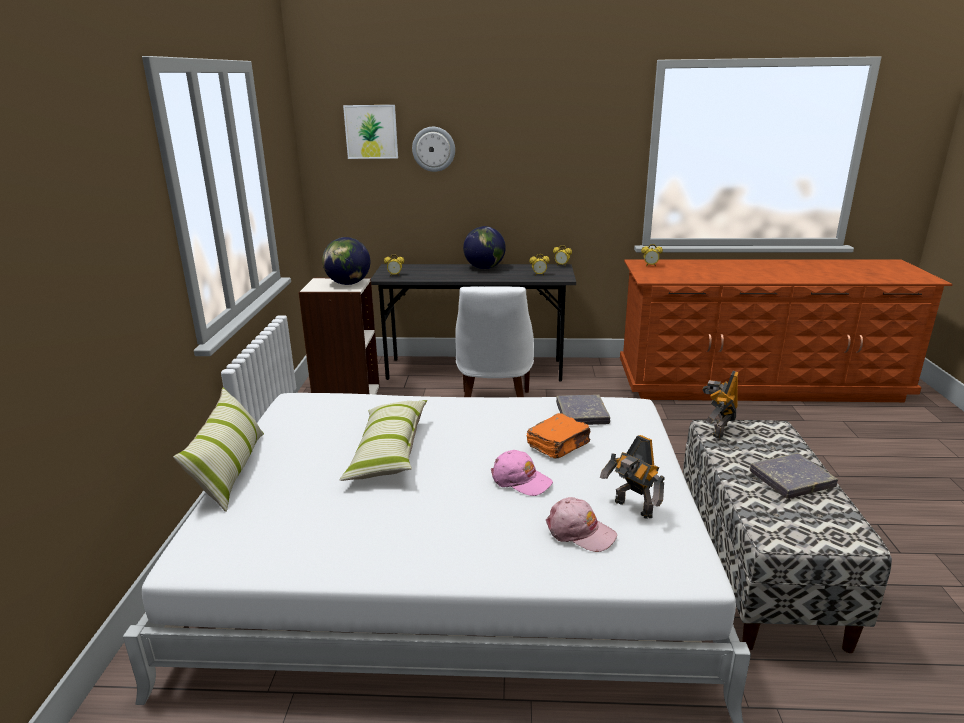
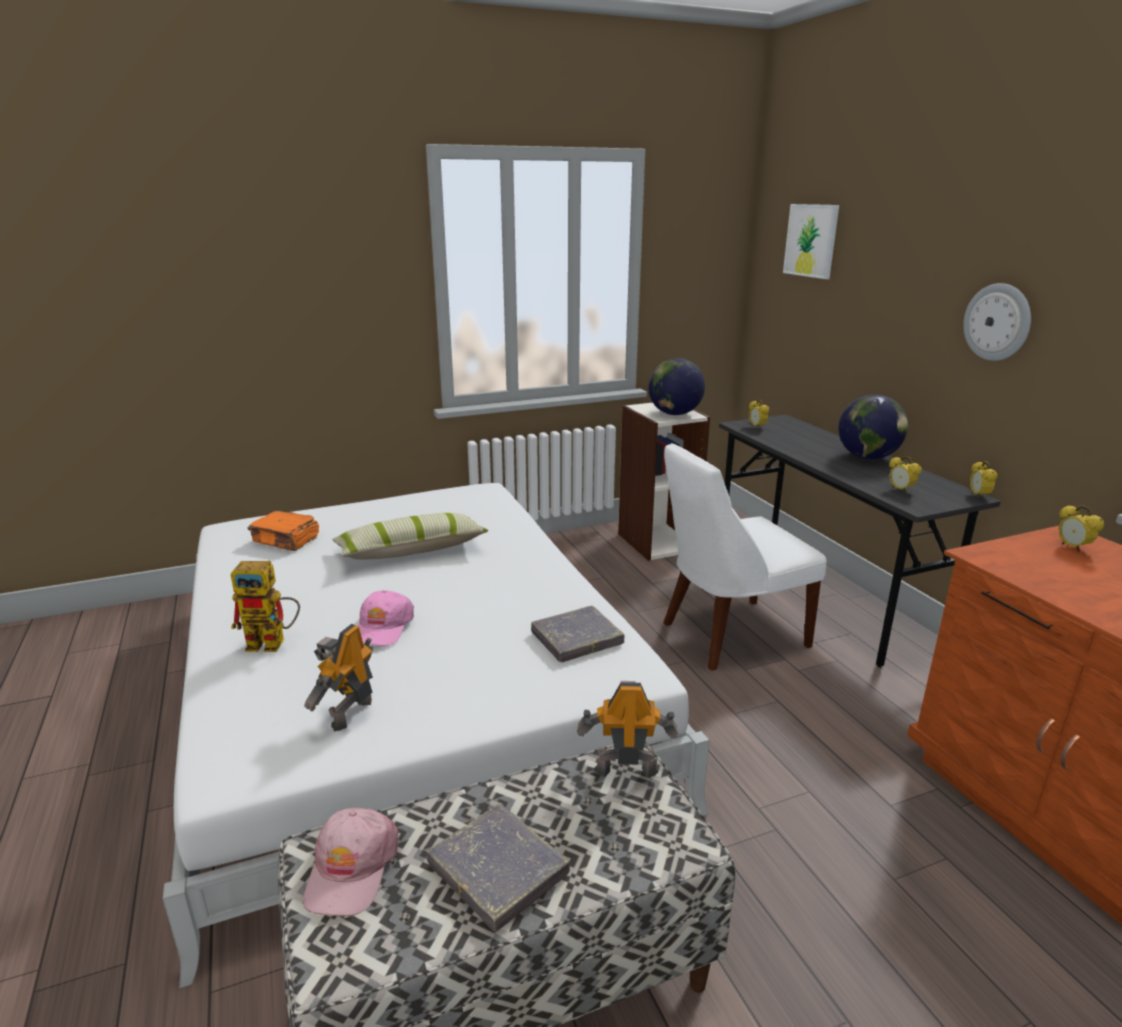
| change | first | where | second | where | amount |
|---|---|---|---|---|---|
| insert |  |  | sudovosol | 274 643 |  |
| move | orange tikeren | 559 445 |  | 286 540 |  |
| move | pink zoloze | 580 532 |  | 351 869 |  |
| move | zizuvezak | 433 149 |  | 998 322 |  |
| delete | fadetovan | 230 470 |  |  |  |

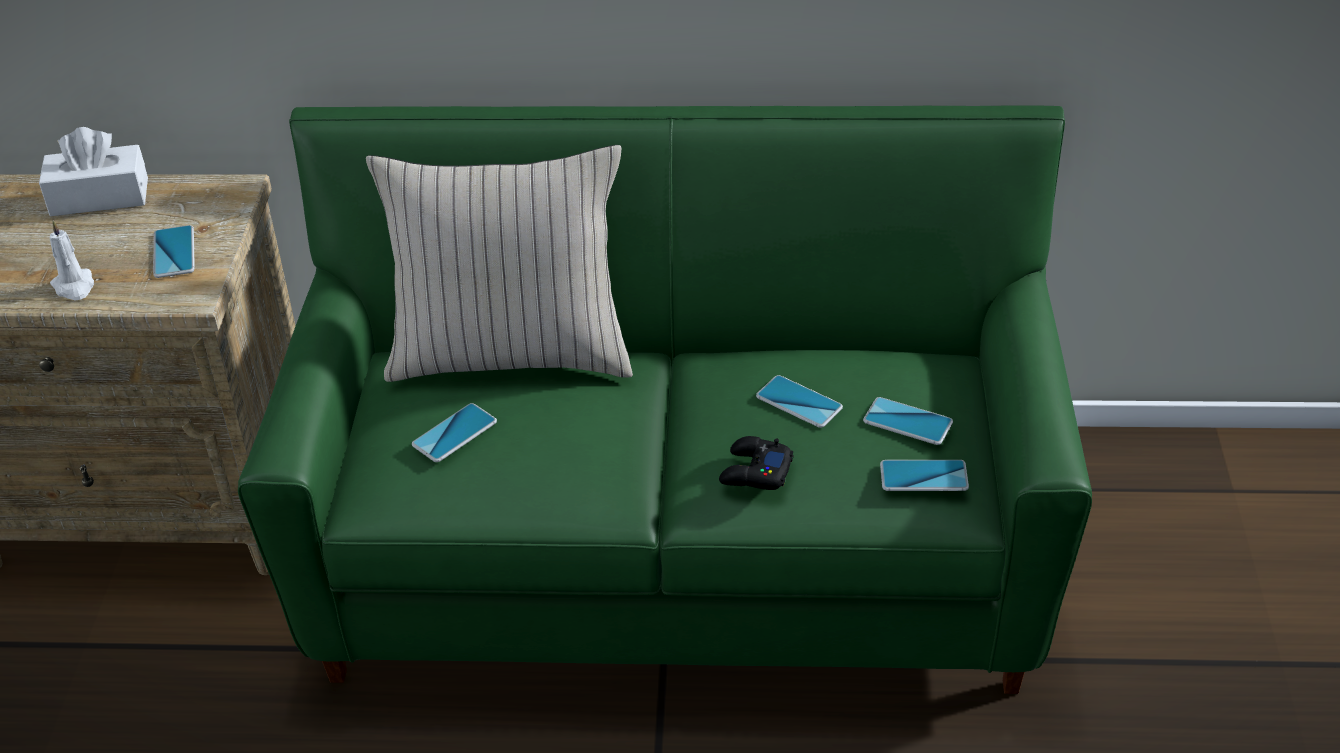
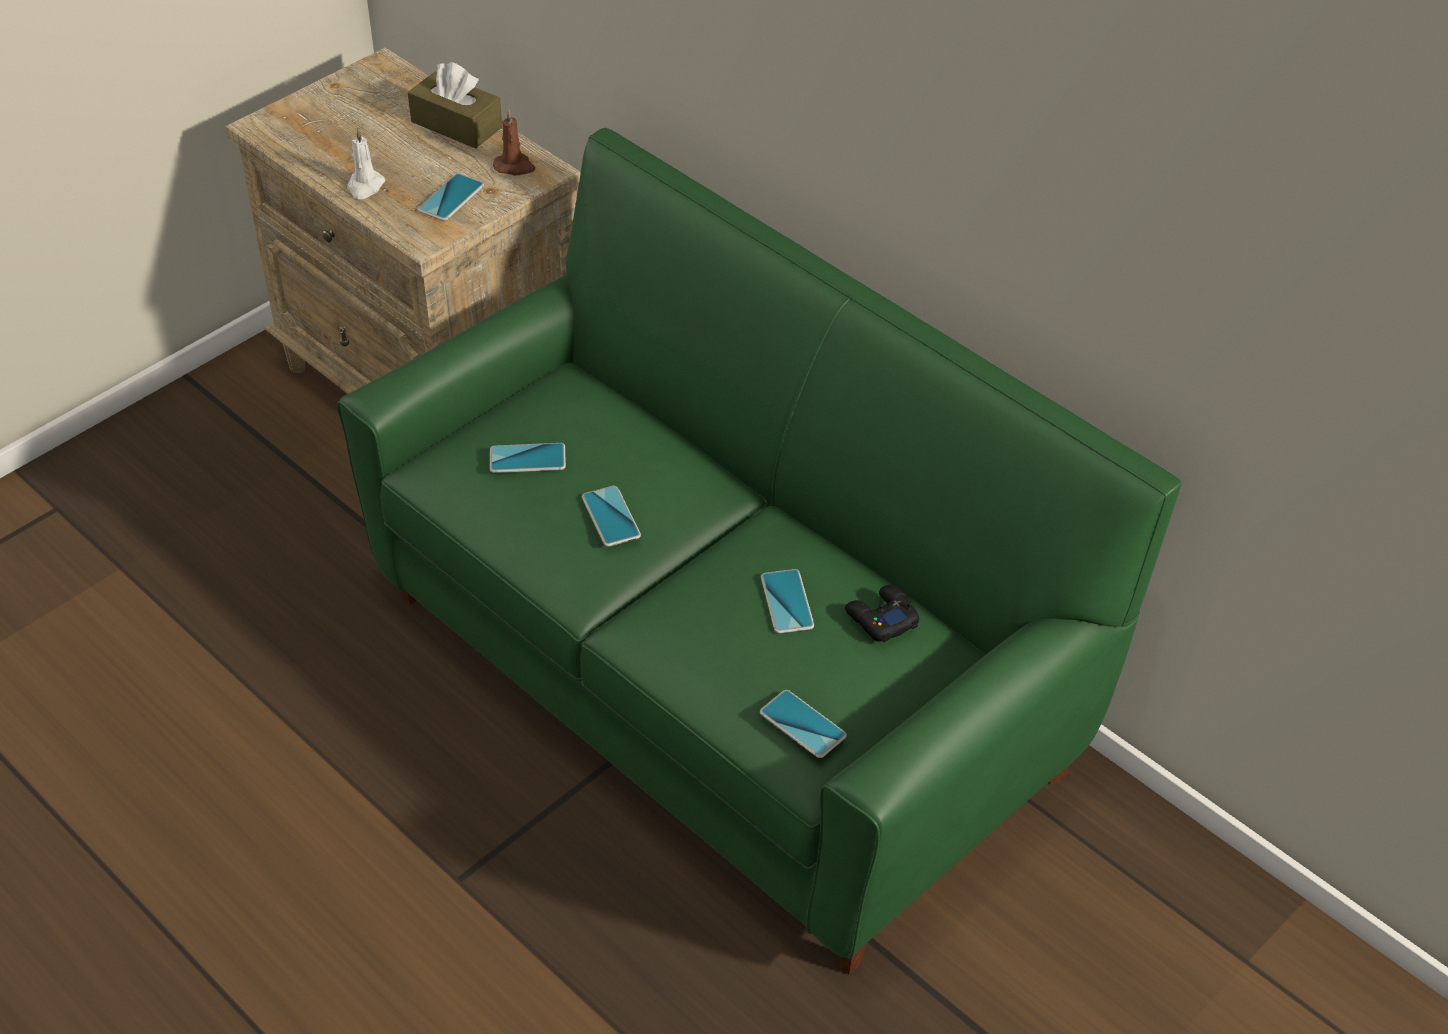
| change | first | where | second | where | amount |
|---|---|---|---|---|---|
| recolor | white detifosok | 99 197 | brown detifosok | 456 125 |  |
| insert |  |  | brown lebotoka | 515 167 |  |
| move | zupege | 907 422 |  | 611 517 |  |
| move | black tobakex | 755 472 |  | 881 618 |  |
| delete | beige fadetovan | 511 354 |  |  |  |

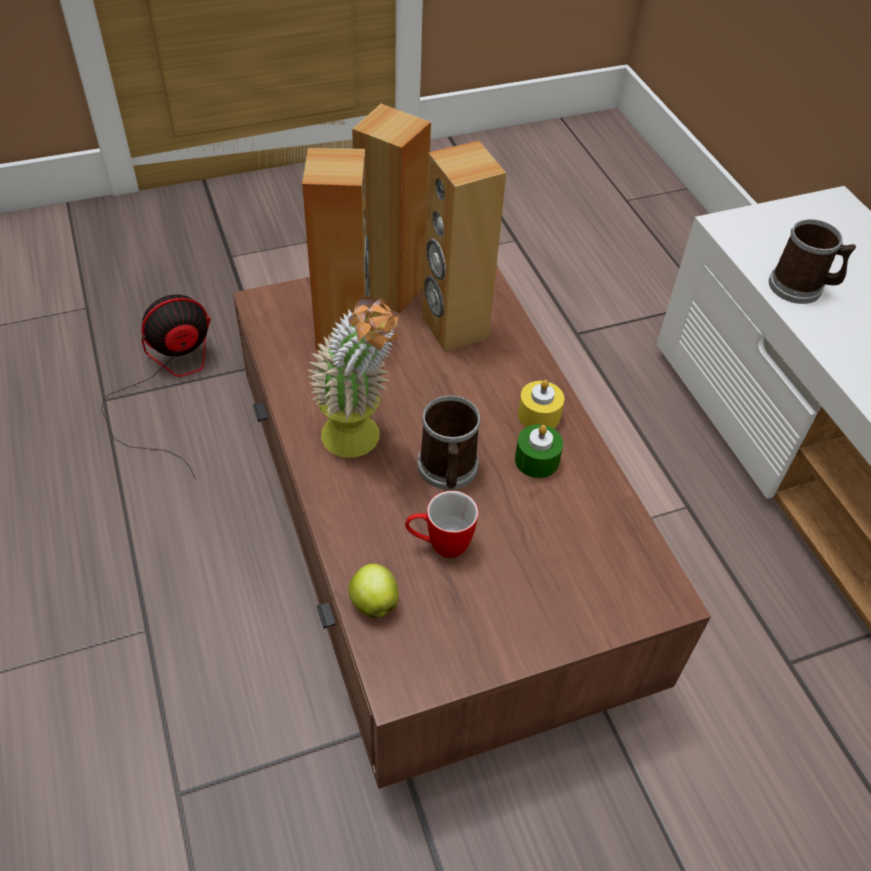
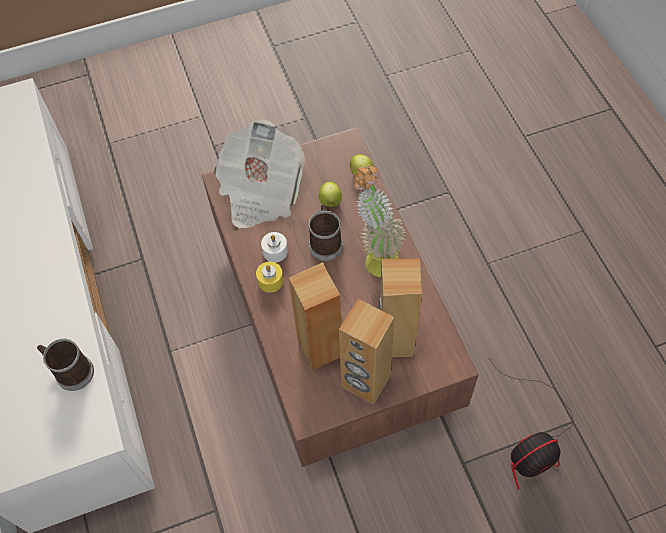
| change | first | where | second | where | amount |
|---|---|---|---|---|---|
| insert |  |  | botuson | 260 191 |  |
| recolor | green lebotoka | 536 460 | white lebotoka | 275 251 |  |
| replace | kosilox | 439 545 | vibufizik | 330 202 |  |

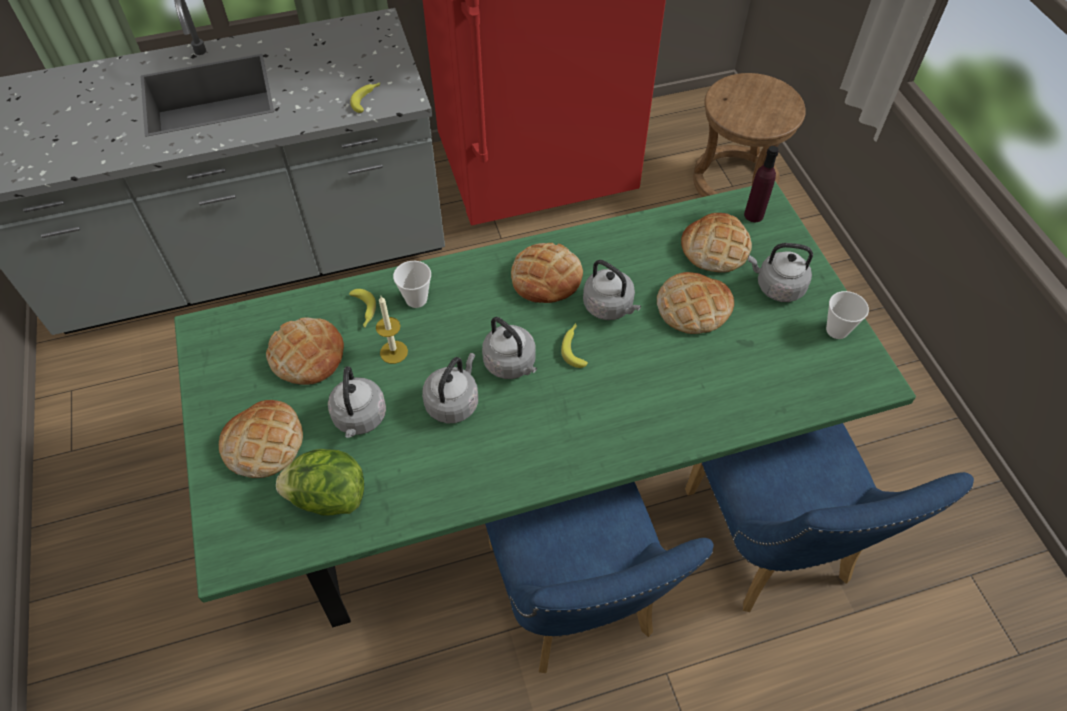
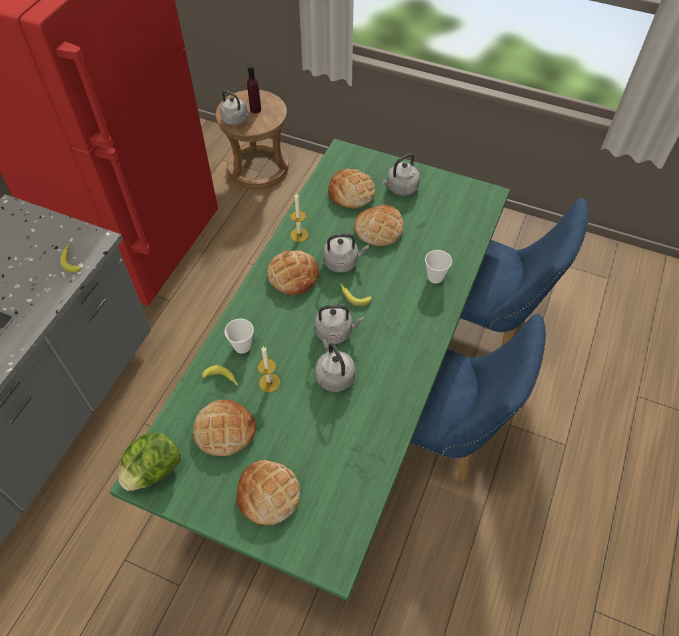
| change | first | where | second | where | amount |
|---|---|---|---|---|---|
| move | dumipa | 328 496 |  | 153 470 |  |
| move | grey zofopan | 360 419 |  | 236 120 |  |
| move | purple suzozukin | 753 215 |  | 255 109 |  |
| insert |  |  | lebotoka | 299 235 |  |
| move | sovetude | 837 330 |  | 435 277 |  |

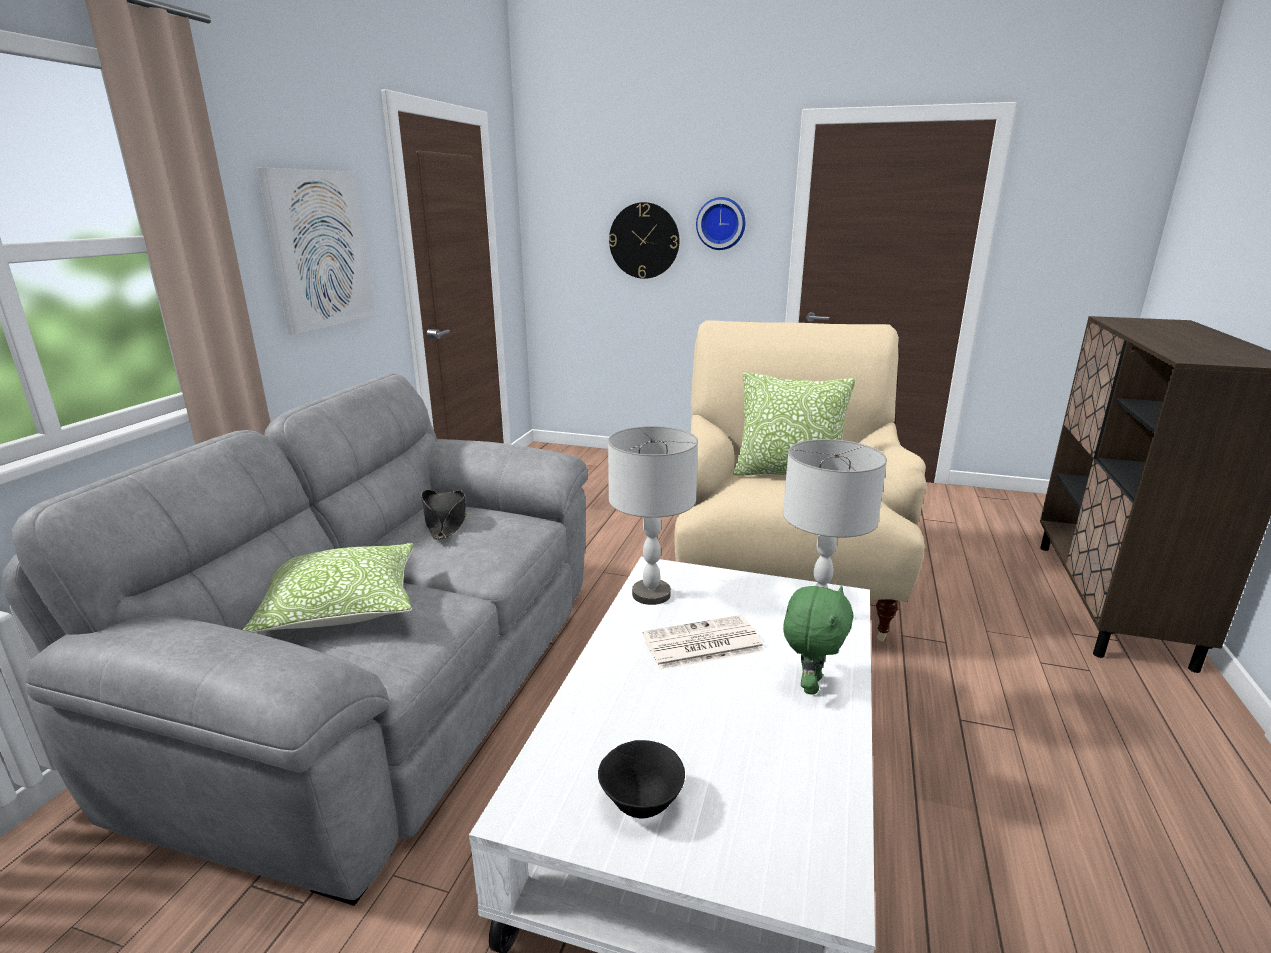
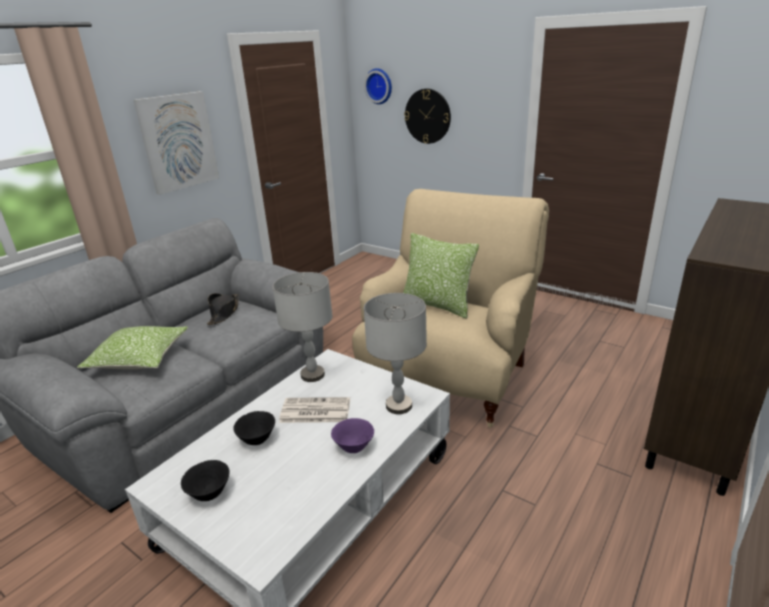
| change | first | where | second | where | amount |
|---|---|---|---|---|---|
| insert |  |  | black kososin | 257 440 |  |
| replace | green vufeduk | 809 684 | purple kososin | 354 447 |  |
| move | zizuvezak | 721 223 |  | 379 86 |  |

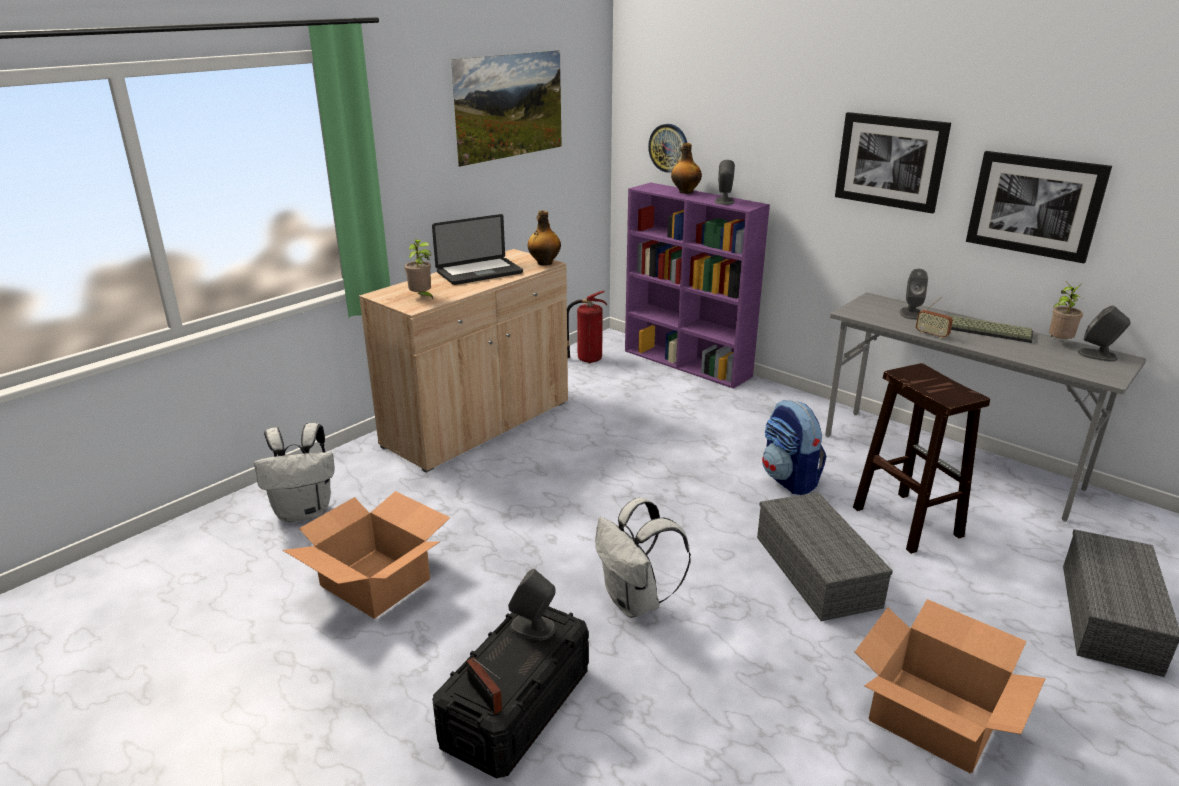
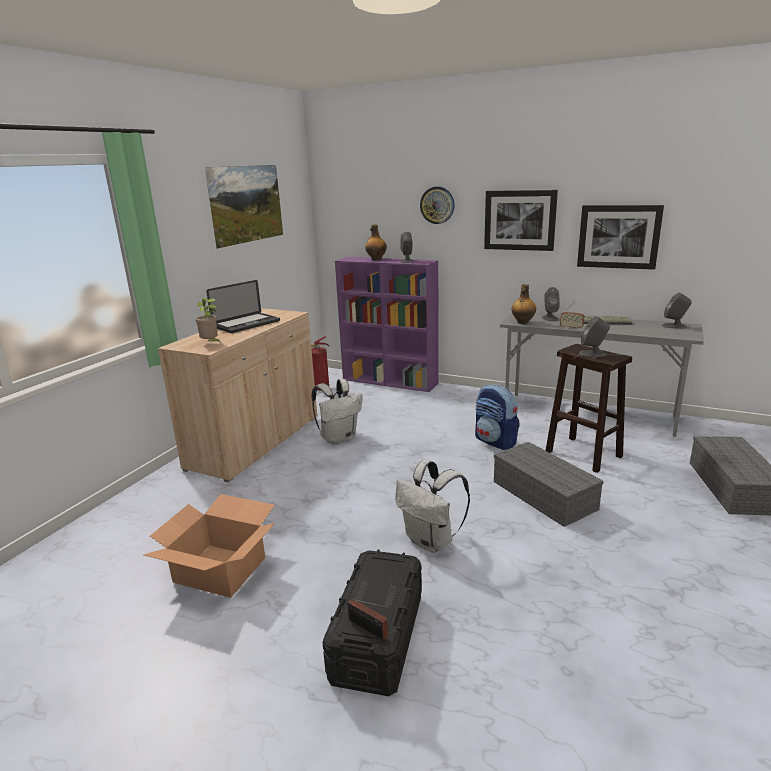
| change | first | where | second | where | amount |
|---|---|---|---|---|---|
| move | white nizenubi | 305 511 |  | 339 438 |  |
| move | zizuvezak | 669 148 |  | 437 205 |  |
| move | suzozukin | 544 263 |  | 522 322 |  |
| move | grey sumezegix | 533 627 |  | 593 354 |  |
| delete | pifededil | 934 717 |  |  |  |
| delete | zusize | 1058 343 |  |  |  |

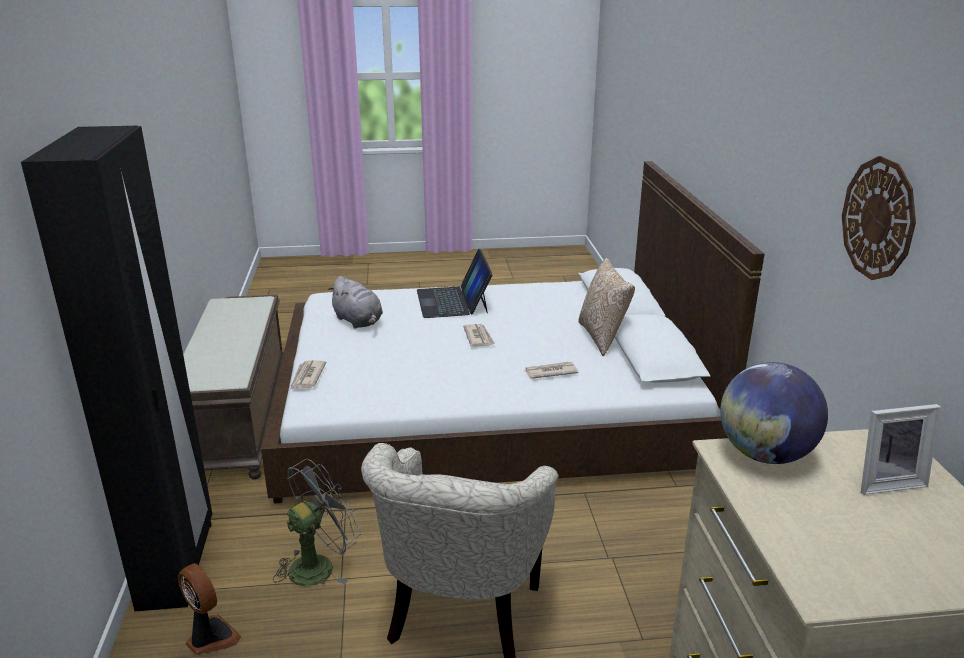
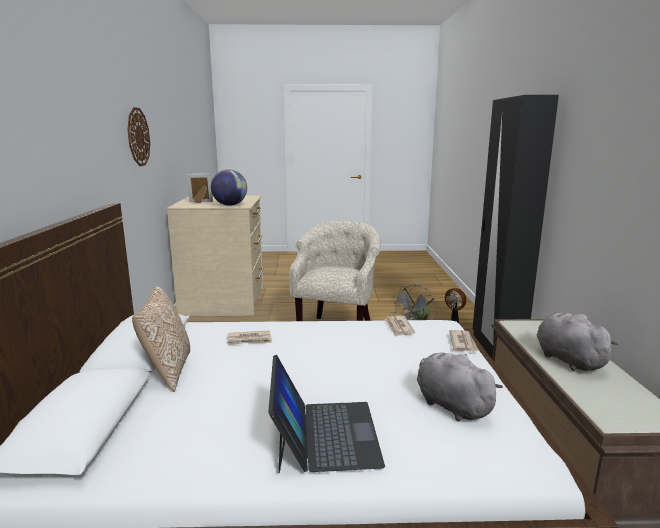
| change | first | where | second | where | amount |
|---|---|---|---|---|---|
| move | botuson | 479 337 |  | 398 327 |  |
| insert |  |  | grey vufeduk | 567 359 |  |

